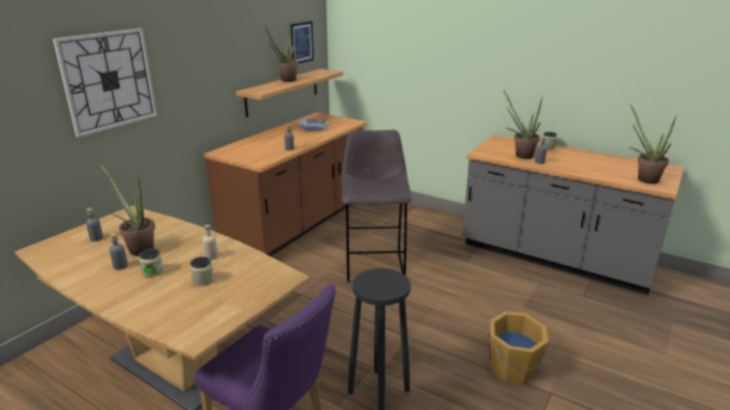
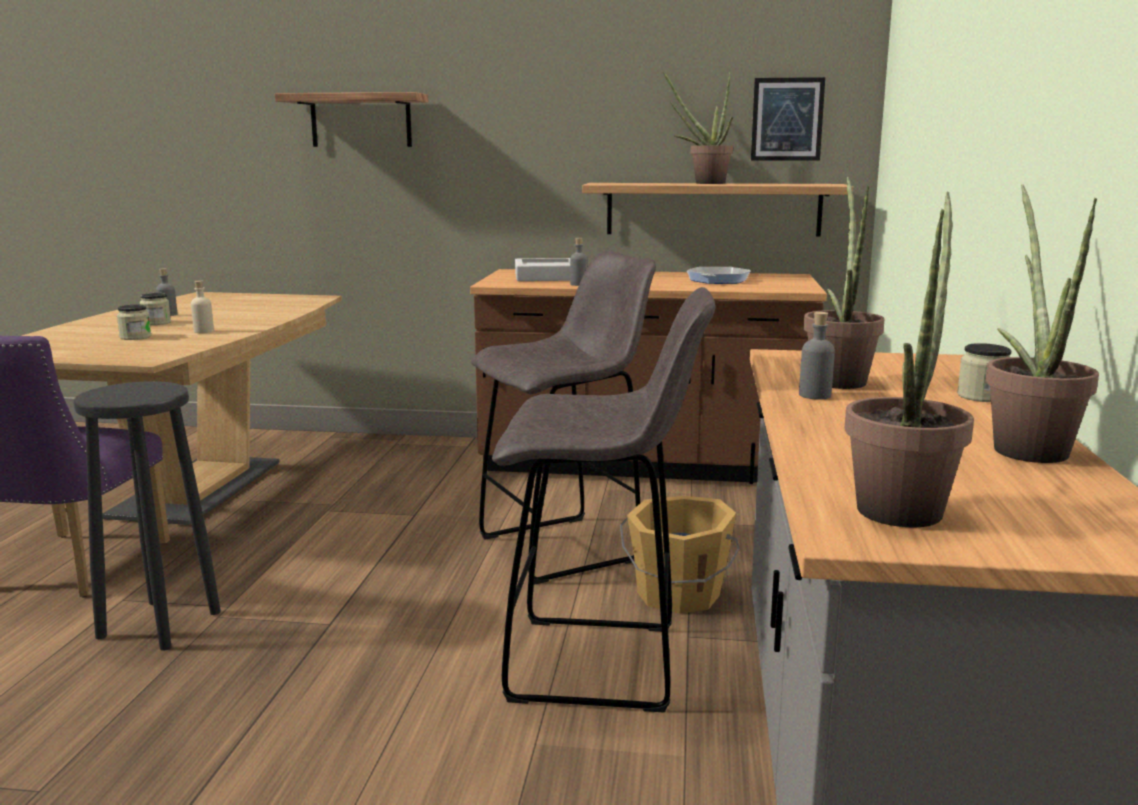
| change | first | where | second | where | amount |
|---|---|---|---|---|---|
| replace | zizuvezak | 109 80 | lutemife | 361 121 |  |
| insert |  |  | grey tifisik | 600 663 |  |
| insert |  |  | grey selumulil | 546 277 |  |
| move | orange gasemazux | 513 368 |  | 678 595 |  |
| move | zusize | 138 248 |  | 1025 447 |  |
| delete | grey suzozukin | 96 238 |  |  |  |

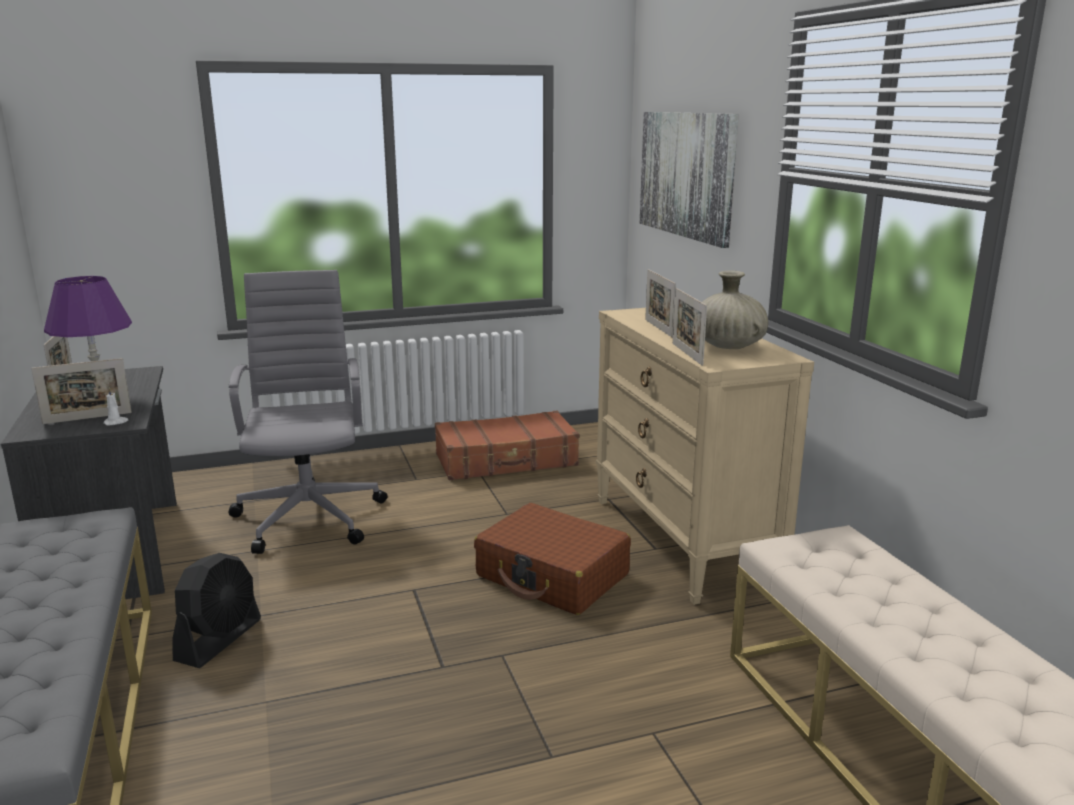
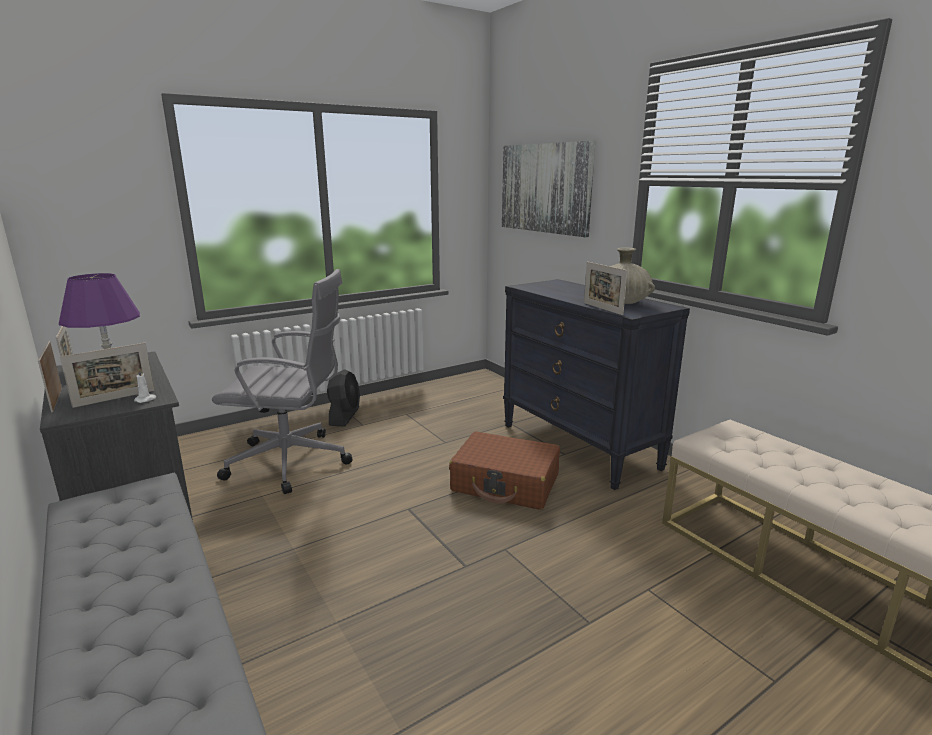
| change | first | where | second | where | amount |
|---|---|---|---|---|---|
| move | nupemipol | 658 328 |  | 56 399 |  |
| rotate | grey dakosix | 310 515 |  | 292 462 | 120 degrees clockwise |
| move | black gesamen | 219 640 |  | 344 416 |  |
| recolor | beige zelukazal | 683 541 | black zelukazal | 579 446 |  |
| delete | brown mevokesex | 506 460 |  |  |  |

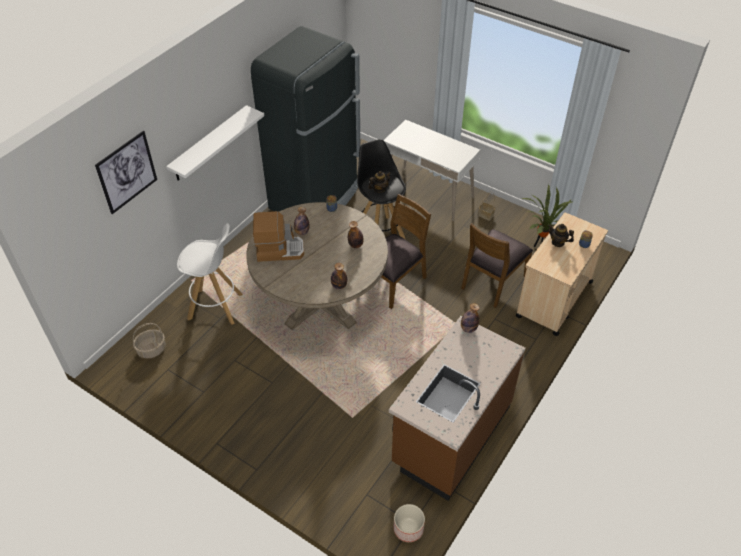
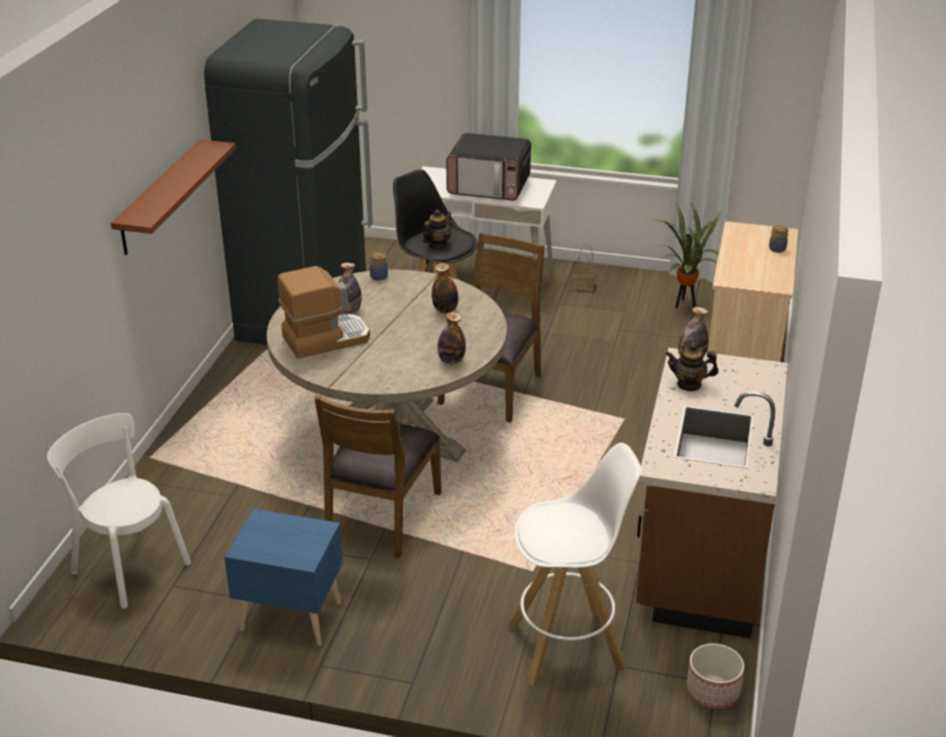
| change | first | where | second | where | amount |
|---|---|---|---|---|---|
| replace | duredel | 152 349 | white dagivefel | 128 565 |  |
| recolor | white lutemife | 209 144 | brown lutemife | 160 197 |  |
| insert |  |  | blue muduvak | 290 614 |  |
| move | brown dagivefel | 493 281 |  | 381 516 |  |
| insert |  |  | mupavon | 489 187 |  |
| move | white tifisik | 216 307 |  | 567 646 |  |
| move | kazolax | 558 242 |  | 689 384 |  |
| delete | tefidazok | 127 172 |  |  |  |

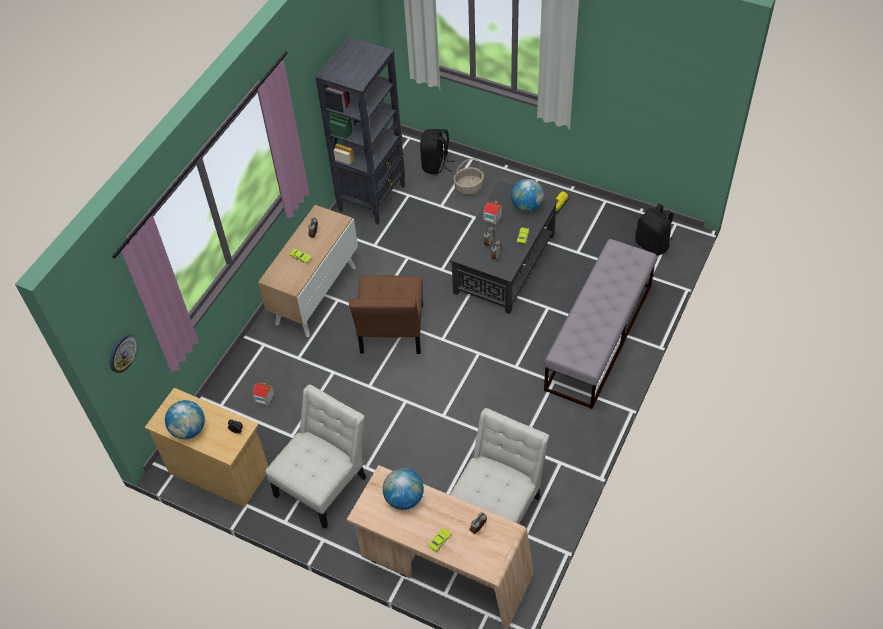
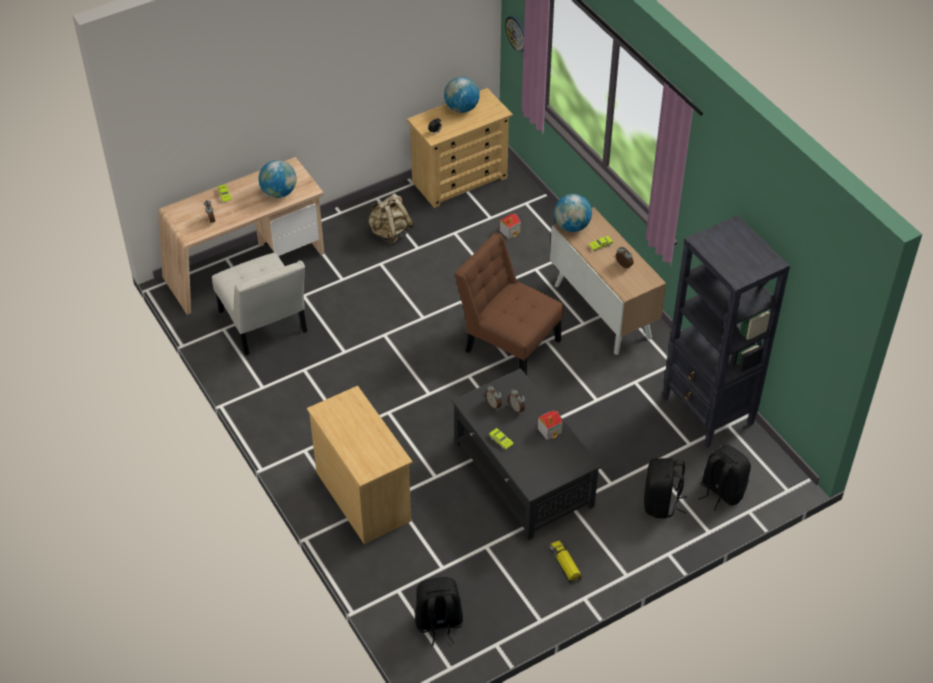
| change | first | where | second | where | amount |
|---|---|---|---|---|---|
| replace | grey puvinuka | 598 337 | beige zelukazal | 363 496 |  |
| replace | white dagivefel | 324 483 | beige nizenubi | 390 233 |  |
| move | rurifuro | 527 206 |  | 571 226 |  |
| replace | duredel | 469 187 | black nizenubi | 661 503 |  |

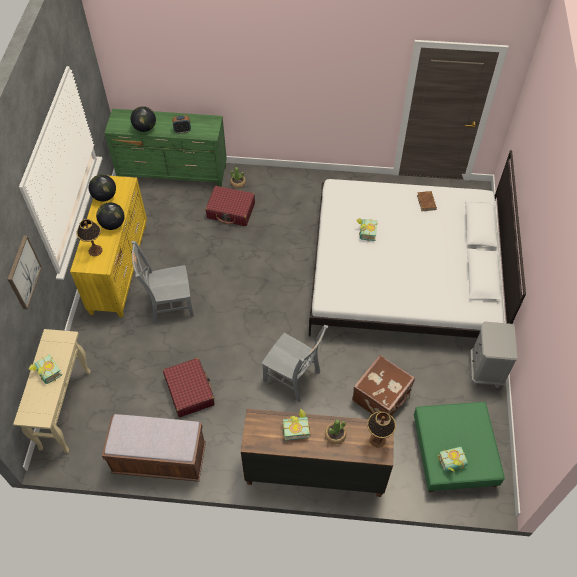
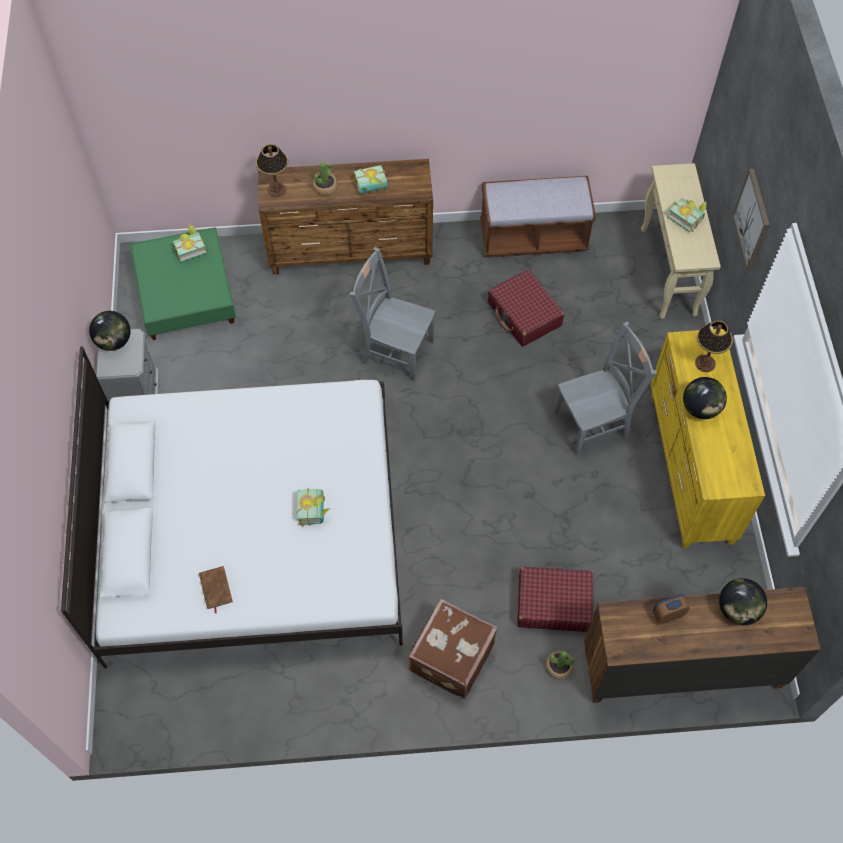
| change | first | where | second | where | amount |
|---|---|---|---|---|---|
| move | rurifuro | 105 196 |  | 114 341 |  |
| move | brown mevokesex | 382 397 |  | 450 657 |  |
| recolor | green zelukazal | 173 174 | brown zelukazal | 681 667 |  |

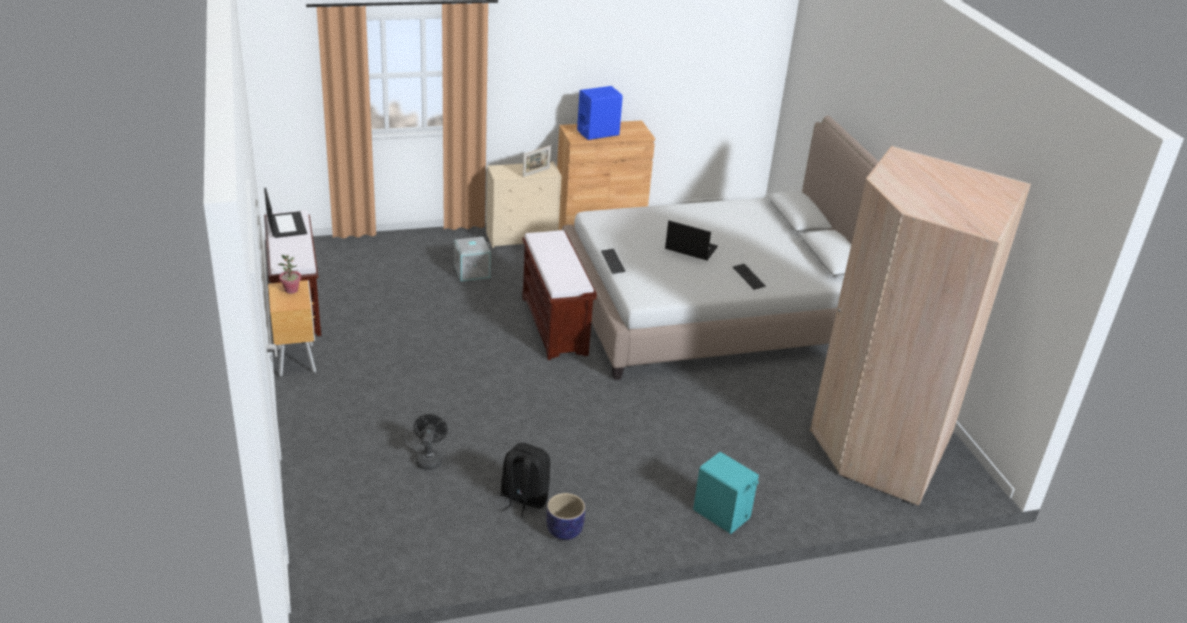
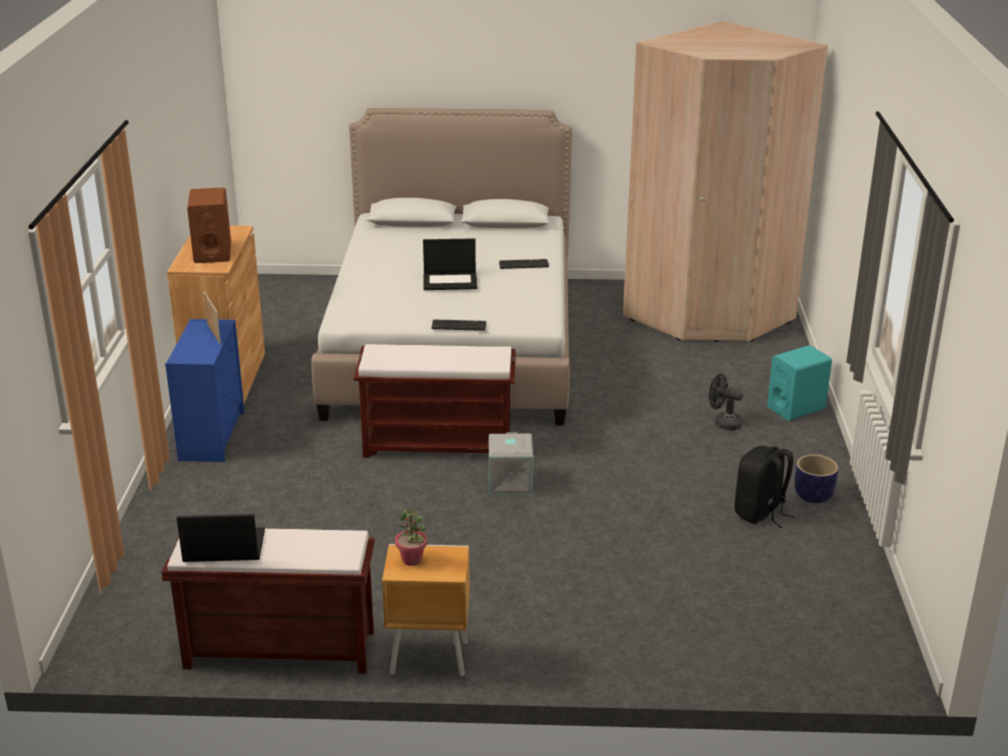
| change | first | where | second | where | amount |
|---|---|---|---|---|---|
| recolor | beige zelukazal | 522 237 | blue zelukazal | 212 435 |  |
| recolor | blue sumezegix | 598 133 | brown sumezegix | 212 253 |  |
| rotate | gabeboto | 690 248 |  | 450 281 | 135 degrees counterclockwise |
| move | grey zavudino | 472 271 |  | 509 482 |  |
| move | black gesamen | 429 458 |  | 723 423 |  |

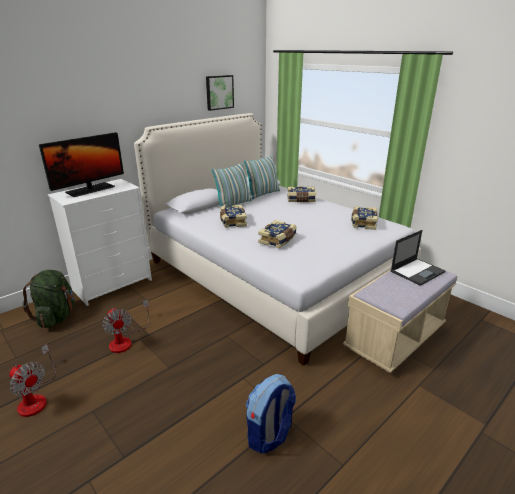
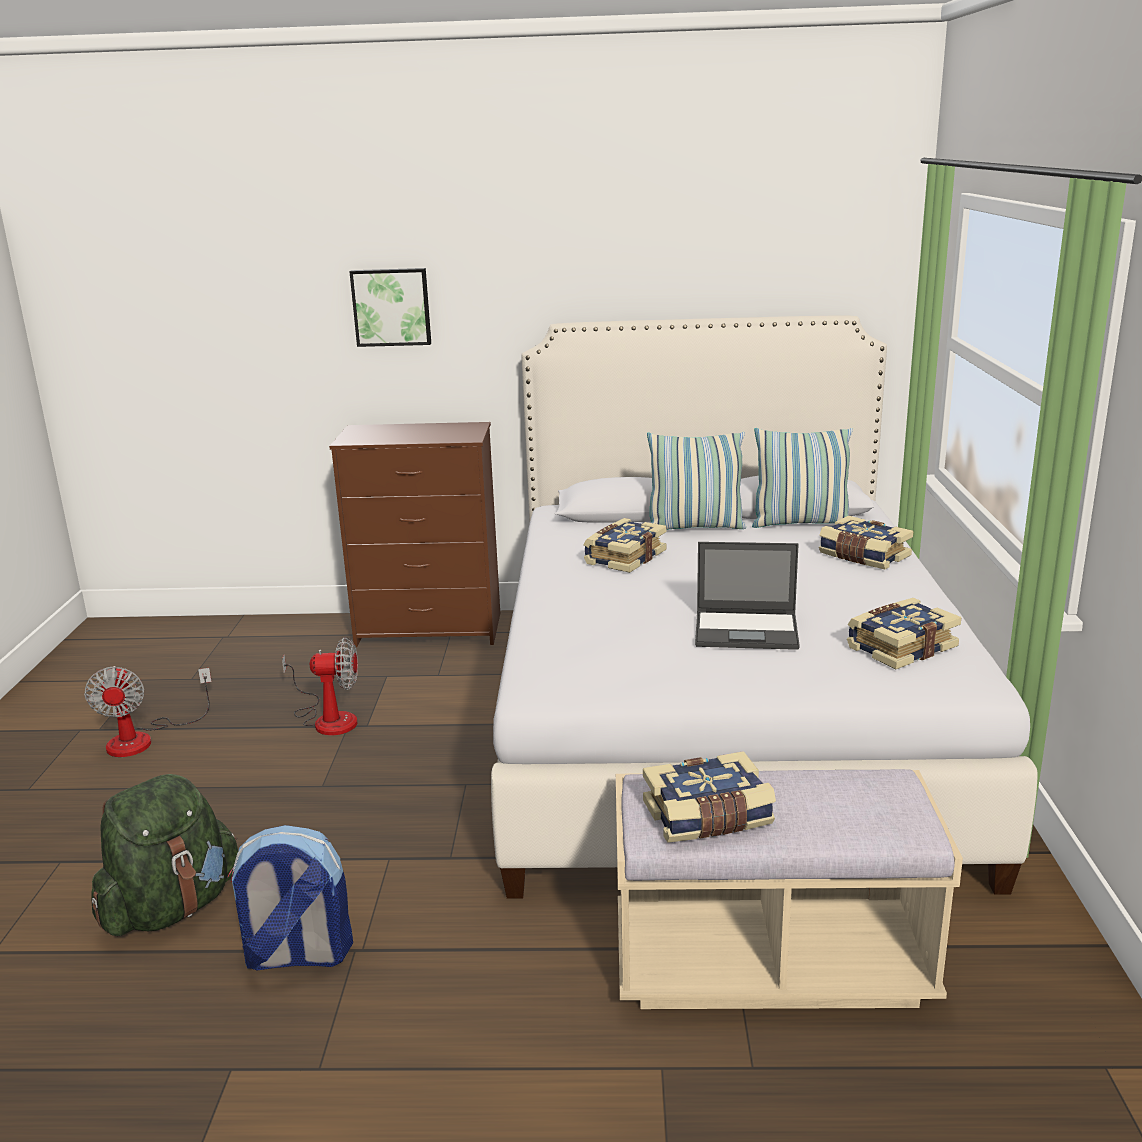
| change | first | where | second | where | amount |
|---|---|---|---|---|---|
| move | green nizenubi | 57 317 |  | 172 908 |  |
| rotate | gesamen | 125 340 |  | 328 718 | 105 degrees counterclockwise |
| recolor | white zelukazal | 113 284 | brown zelukazal | 430 629 |  |
| move | tefidazok | 219 92 |  | 391 307 |  |
| move | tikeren | 278 240 |  | 708 817 |  |
| move | gabeboto | 417 271 |  | 747 630 |  |
| delete | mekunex | 90 189 |  |  |  |

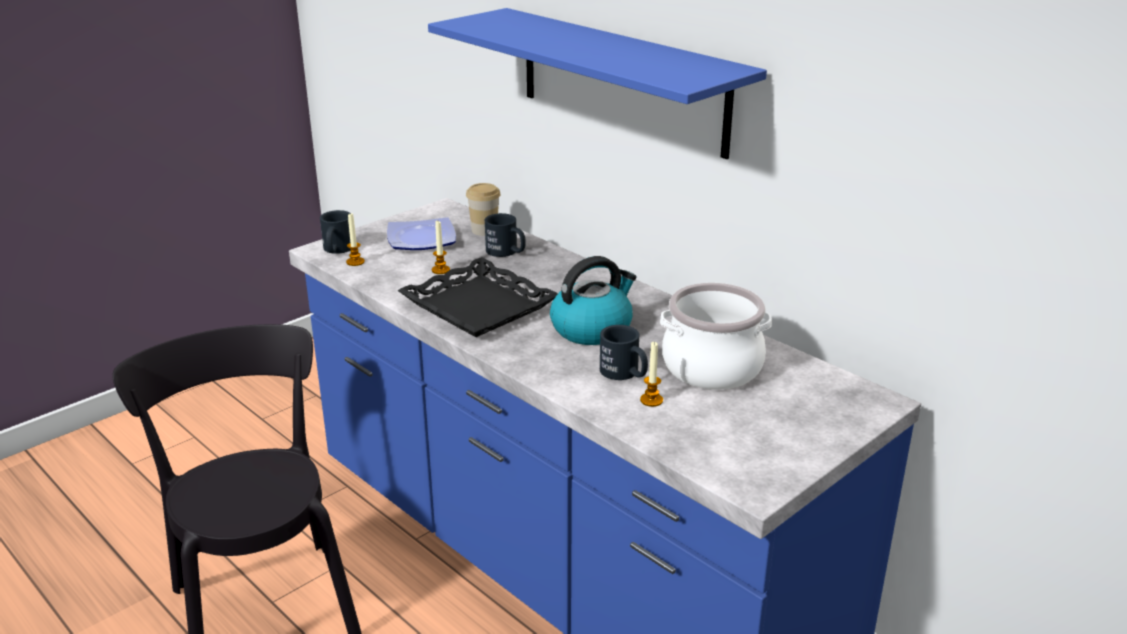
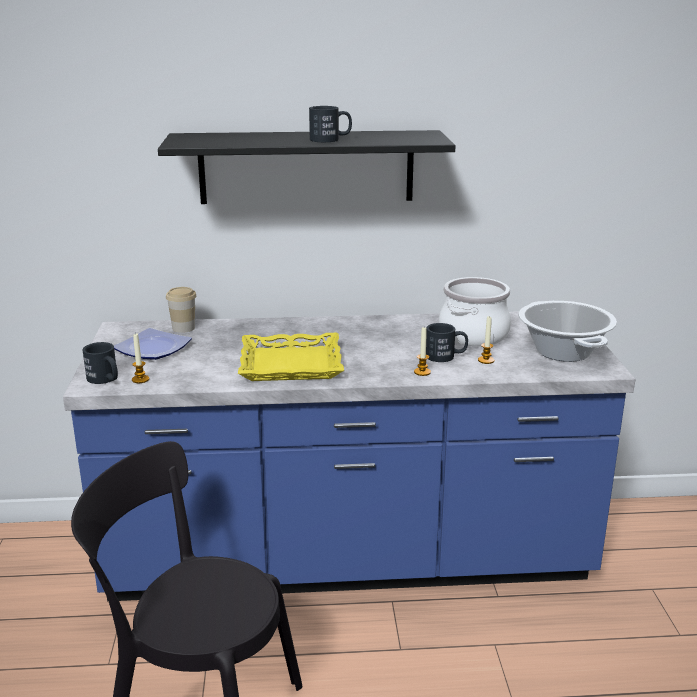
| change | first | where | second | where | amount |
|---|---|---|---|---|---|
| recolor | blue lutemife | 622 81 | black lutemife | 306 167 |  |
| recolor | black selumulil | 477 307 | yellow selumulil | 291 365 |  |
| move | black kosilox | 506 252 |  | 330 139 |  |
| move | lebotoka | 440 270 |  | 422 372 |  |
| insert |  |  | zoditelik | 563 351 |  |
| delete | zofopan | 592 328 |  |  |  |

